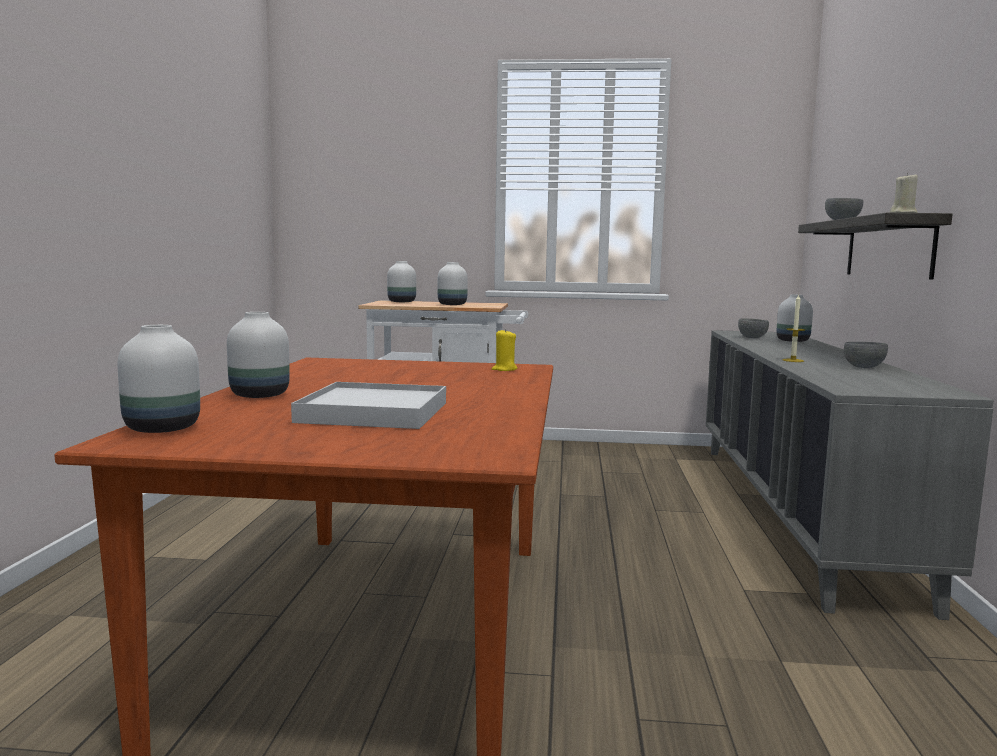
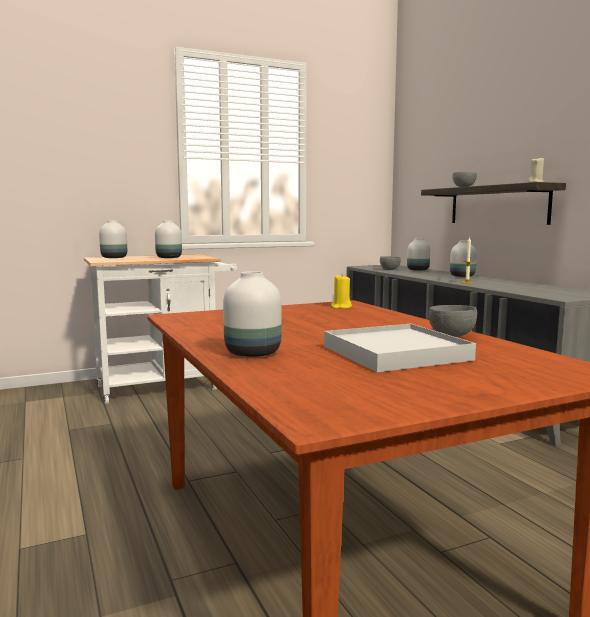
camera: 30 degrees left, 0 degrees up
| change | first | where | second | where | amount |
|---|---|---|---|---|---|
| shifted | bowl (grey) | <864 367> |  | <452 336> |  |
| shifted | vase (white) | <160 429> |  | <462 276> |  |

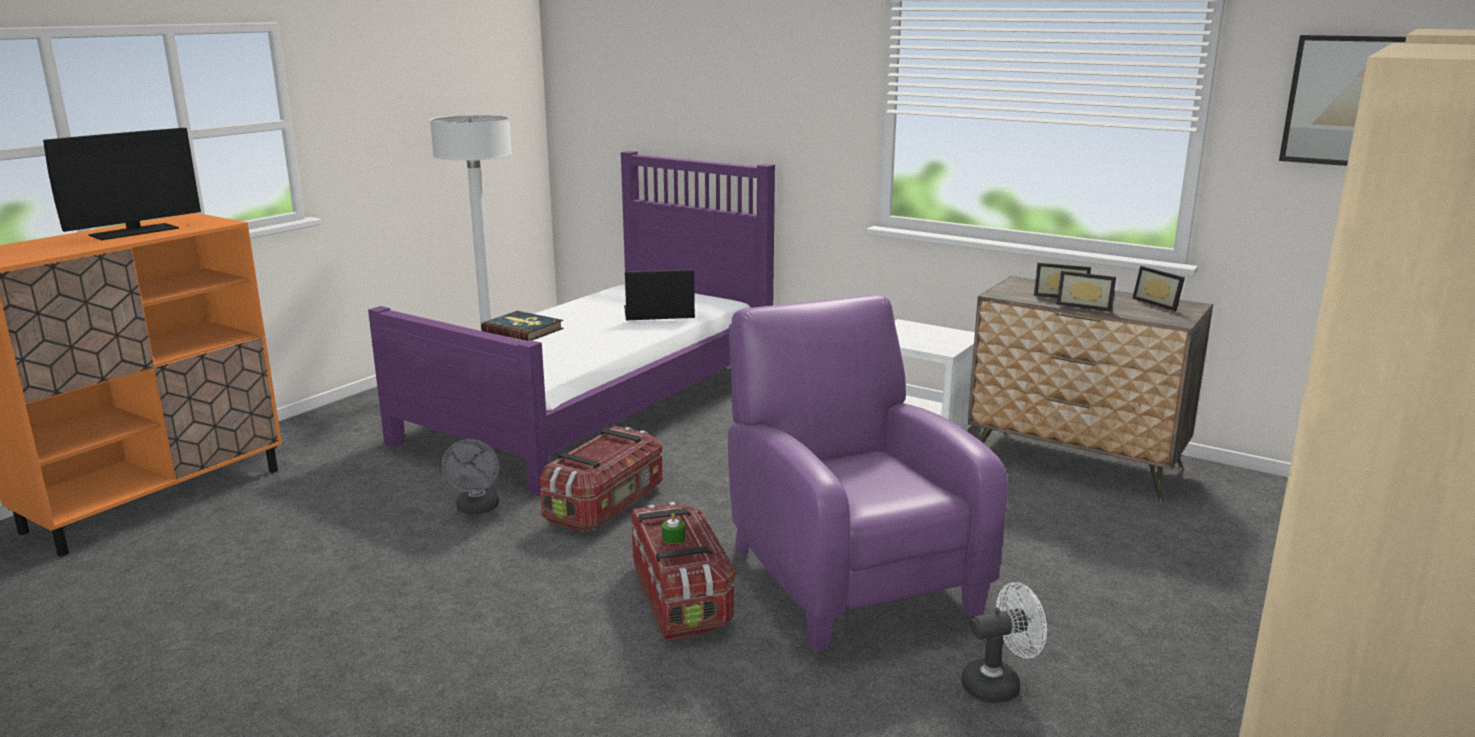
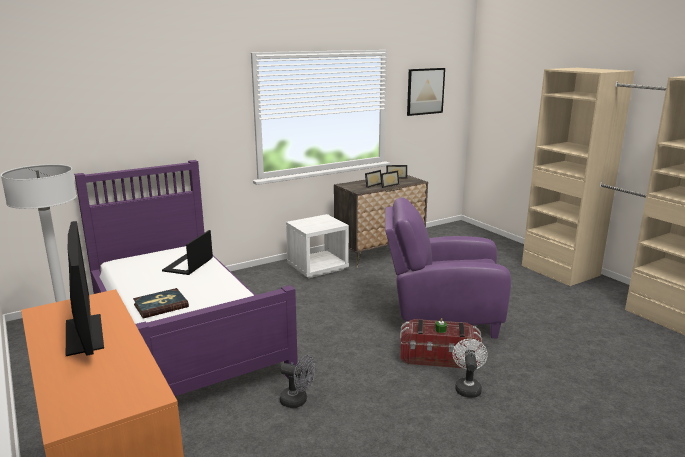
camera: 65 degrees left, 0 degrees up
| change | first | where | second | where | amount |
|---|---|---|---|---|---|
| shifted | fan (white) | <999 685> |  | <467 387> |  |
| gone | storage box | <607 505> |  |  |  |

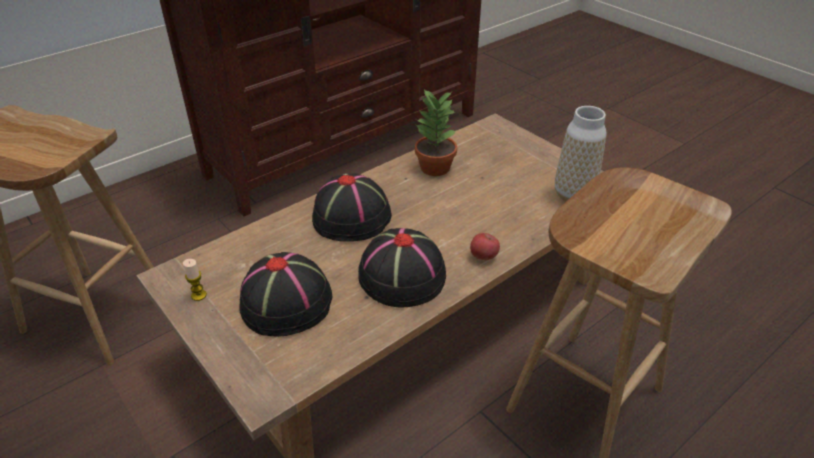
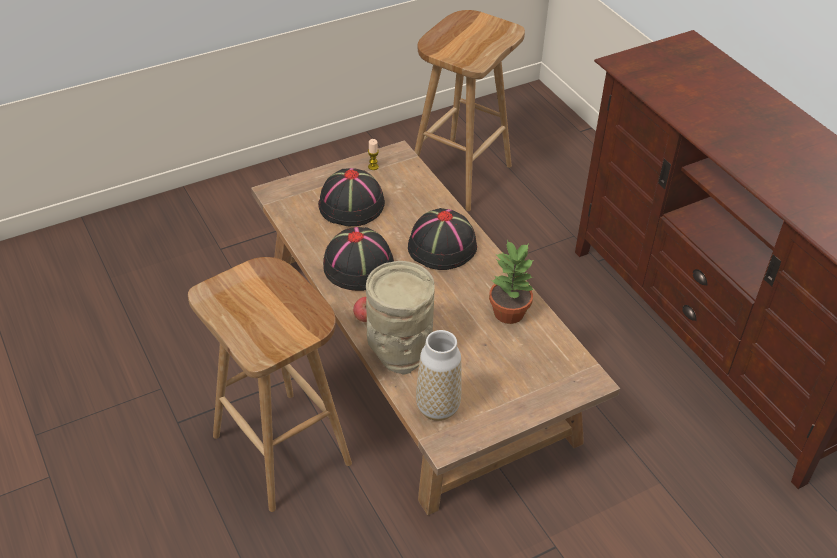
camera: 100 degrees right, 5 degrees up
| change | first | where | second | where | amount |
|---|---|---|---|---|---|
| new |  |  | vase (beige) | <399 349> |  |

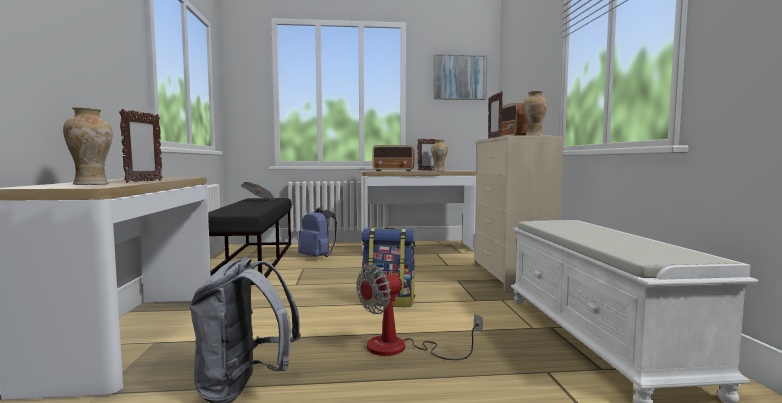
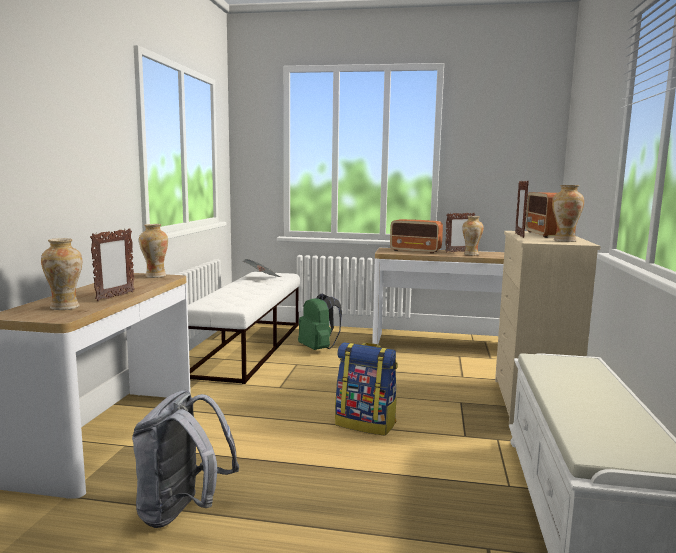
camera: 15 degrees right, 5 degrees up
| change | first | where | second | where | amount |
|---|---|---|---|---|---|
| new |  |  | vase | <155 276> |  |
| repainted | bench (black) | <252 261> | bench (white) | <249 347> |  |
| repainted | backpack (blue) | <317 257> | backpack (green) | <318 349> |  |
| gone | fan | <400 348> |  |  |  |
| gone | picture | <459 77> |  |  |  |

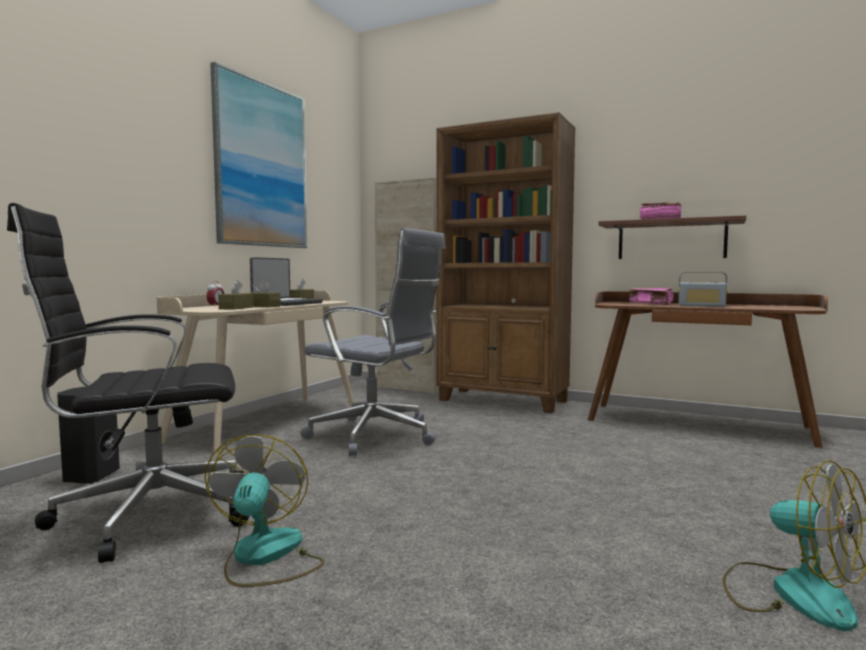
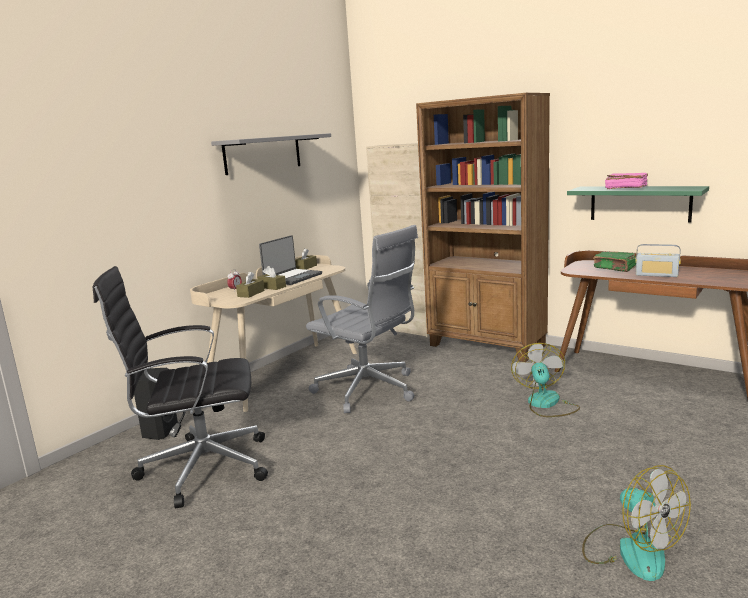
camera: 10 degrees right, 10 degrees up
| change | first | where | second | where | amount |
|---|---|---|---|---|---|
| swapped | picture | <261 165> | shelf (grey) | <263 154> |  |
| shifted | fan | <265 557> |  | <546 404> |  |
| repainted | shelf (brown) | <671 240> | shelf (green) | <639 203> |  |
| repainted | book (pink) | <651 303> | book (green) | <615 268> |  |

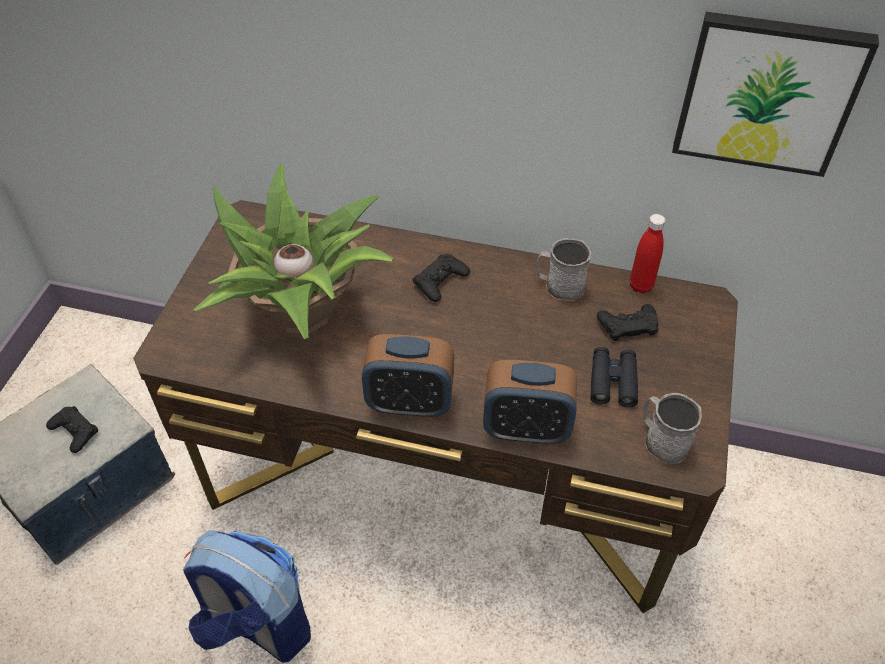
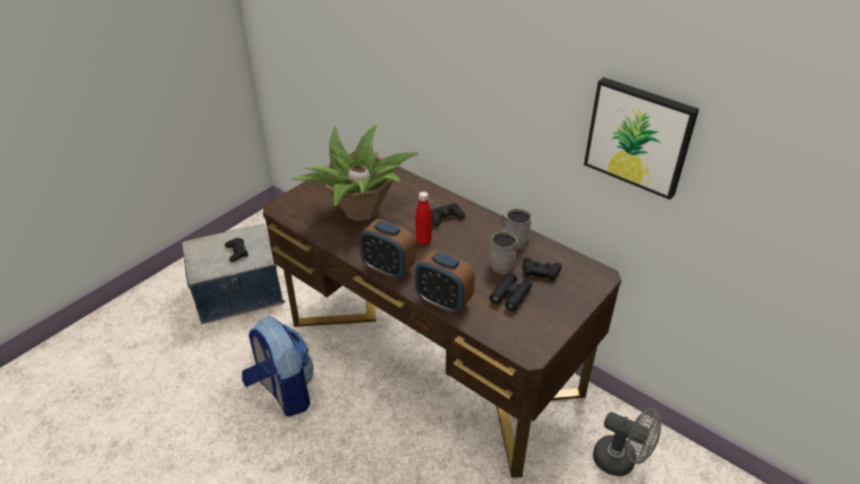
camera: 25 degrees right, 10 degrees down
| change | first | where | second | where | amount |
|---|---|---|---|---|---|
| shifted | bottle (red) | <640 286> |  | <423 241> |  |
| shifted | mug (grey) | <661 440> |  | <500 262> |  |
| new |  |  | fan (grey) | <621 461> |  |

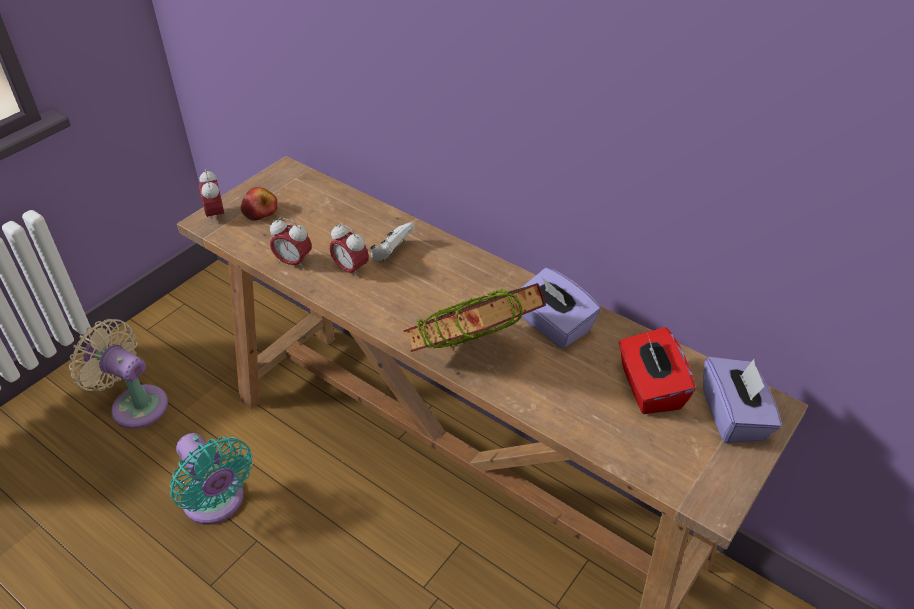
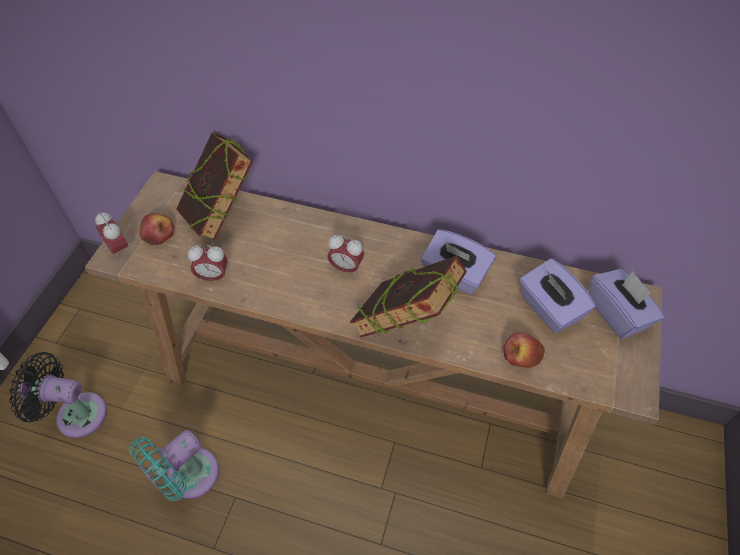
camera: 20 degrees left, 10 degrees up
| change | first | where | second | where | amount |
|---|---|---|---|---|---|
| repainted | fan (beige) | <135 404> | fan (black) | <76 414> |  |
| rotated | fan (turquoise) | <217 503> |  | <188 477> | 105 degrees clockwise |
| new |  |  | book | <221 215> |  |
| shifted | alarm clock | <350 270> |  | <346 268> |  |
| new |  |  | apple | <521 355> |  |
| repainted | tissue box (red) | <649 388> | tissue box (purple) | <549 309> |  |
| gone | game controller (white) | <392 253> |  |  |  |

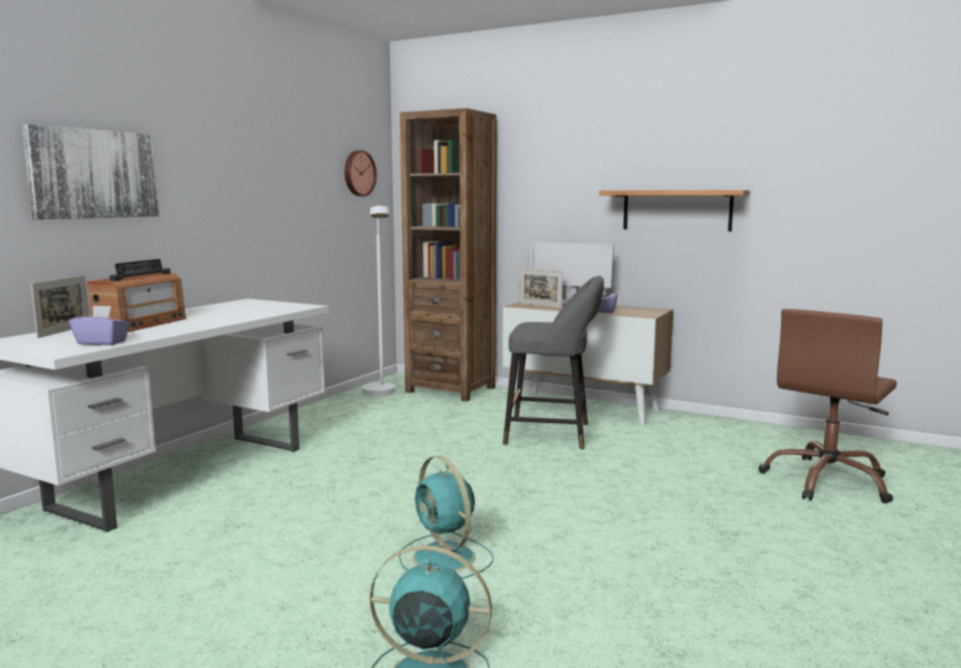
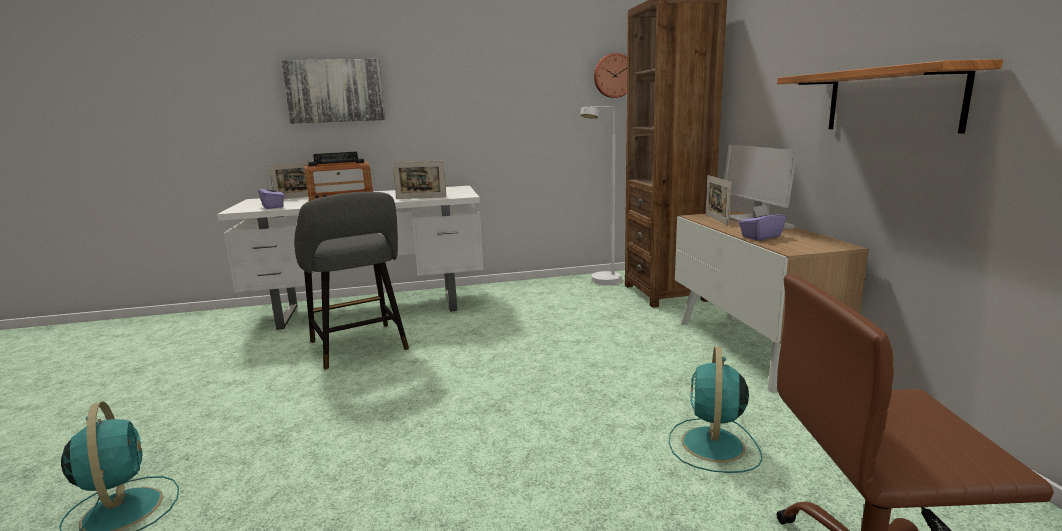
camera: 50 degrees right, 5 degrees up
| change | first | where | second | where | amount |
|---|---|---|---|---|---|
| shifted | stool (grey) | <553 434> |  | <360 348> |  |
| new |  |  | picture frame | <421 198> |  |
| shifted | fan (turquoise) | <445 558> |  | <713 446> |  |

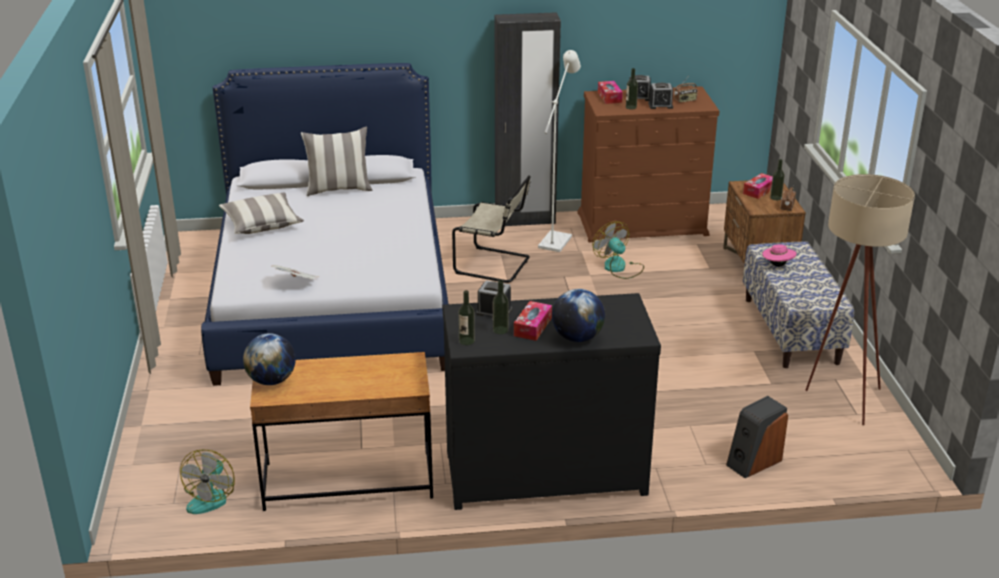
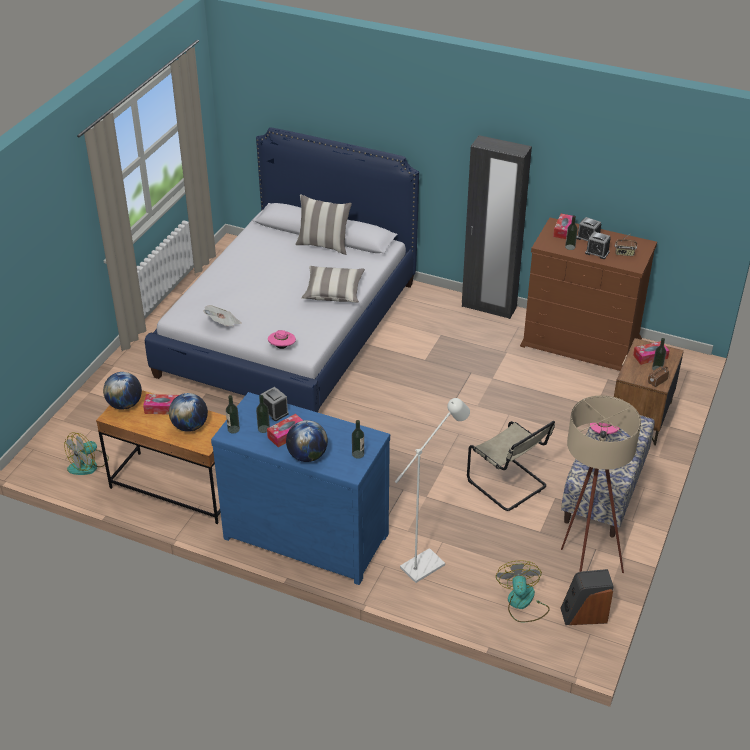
camera: 30 degrees right, 10 degrees up
| change | first | where | second | where | amount |
|---|---|---|---|---|---|
| new |  |  | tissue box | <162 408> |  |
| new |  |  | globe | <190 426> |  |
| repainted | dresser (black) | <543 470> | dresser (blue) | <307 534> |  |
| new |  |  | hat (pink) | <282 347> |  |
| shifted | pillow | <262 224> |  | <333 292> |  |
| new |  |  | bottle | <358 454> |  |
| shifted | floor lamp (white) | <557 239> |  | <428 562> |  |
| shifted | chair (beige) | <495 265> |  | <509 485> |  |
| shifted | fan | <619 268> |  | <522 603> |  |
| shifted | speaker | <753 462> |  | <584 614> |  |

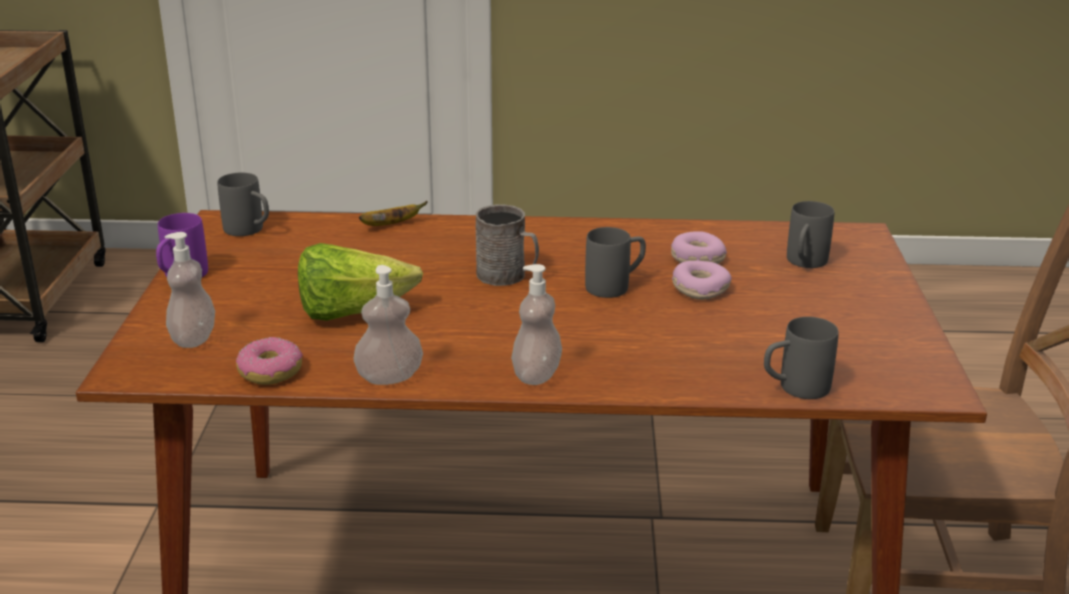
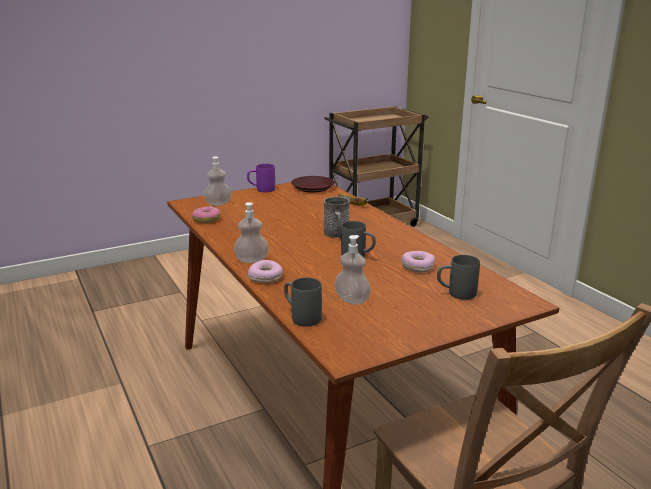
camera: 60 degrees right, 5 degrees down
| change | first | where | second | where | amount |
|---|---|---|---|---|---|
| shifted | donut | <700 288> |  | <266 277> |  |
| swapped | mug (grey) | <250 231> | plate (brown) | <313 187> |  |
| shifted | soap dispenser | <389 377> |  | <352 300> |  |
| gone | lettuce | <351 312> |  |  |  |

